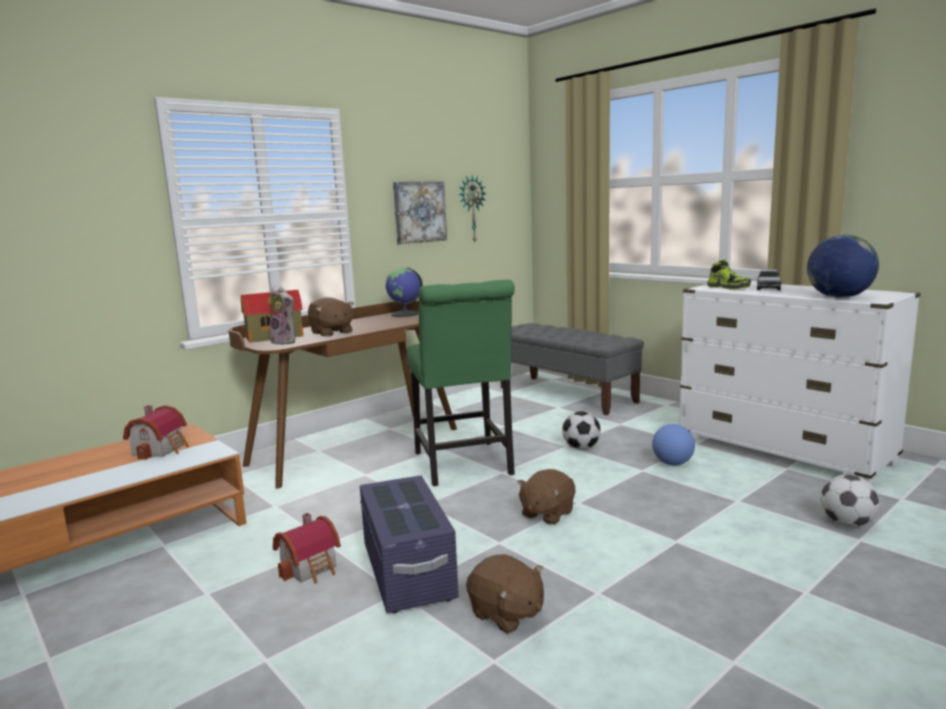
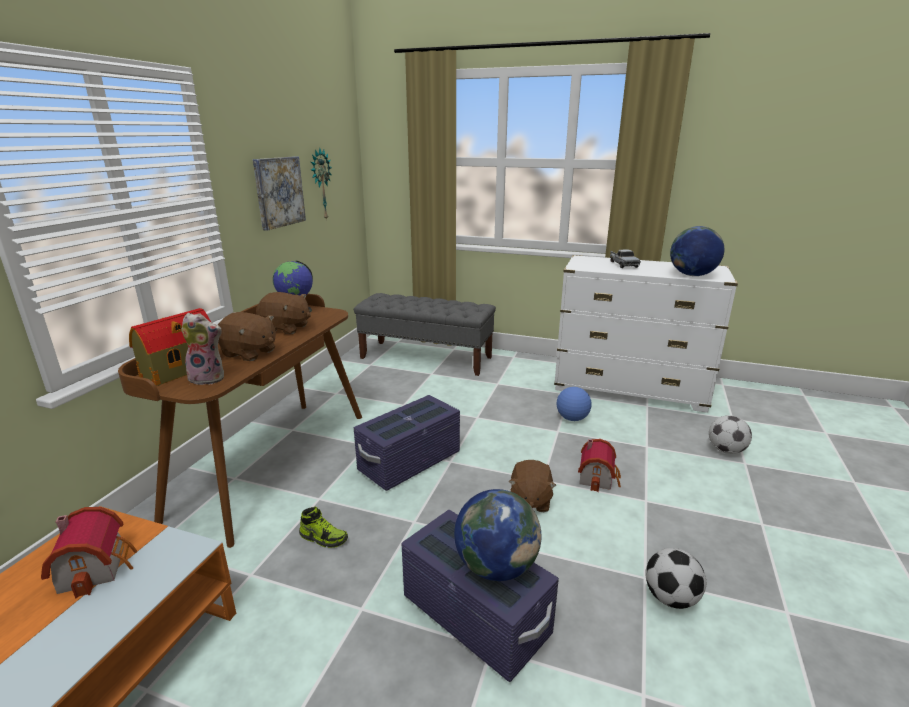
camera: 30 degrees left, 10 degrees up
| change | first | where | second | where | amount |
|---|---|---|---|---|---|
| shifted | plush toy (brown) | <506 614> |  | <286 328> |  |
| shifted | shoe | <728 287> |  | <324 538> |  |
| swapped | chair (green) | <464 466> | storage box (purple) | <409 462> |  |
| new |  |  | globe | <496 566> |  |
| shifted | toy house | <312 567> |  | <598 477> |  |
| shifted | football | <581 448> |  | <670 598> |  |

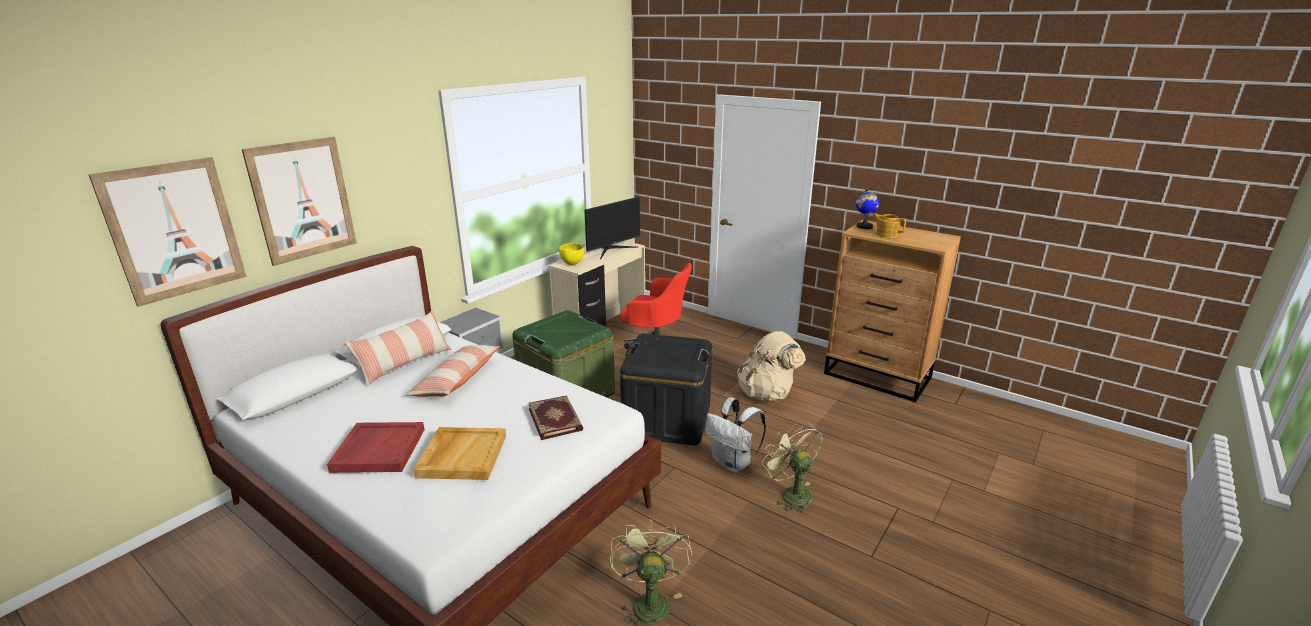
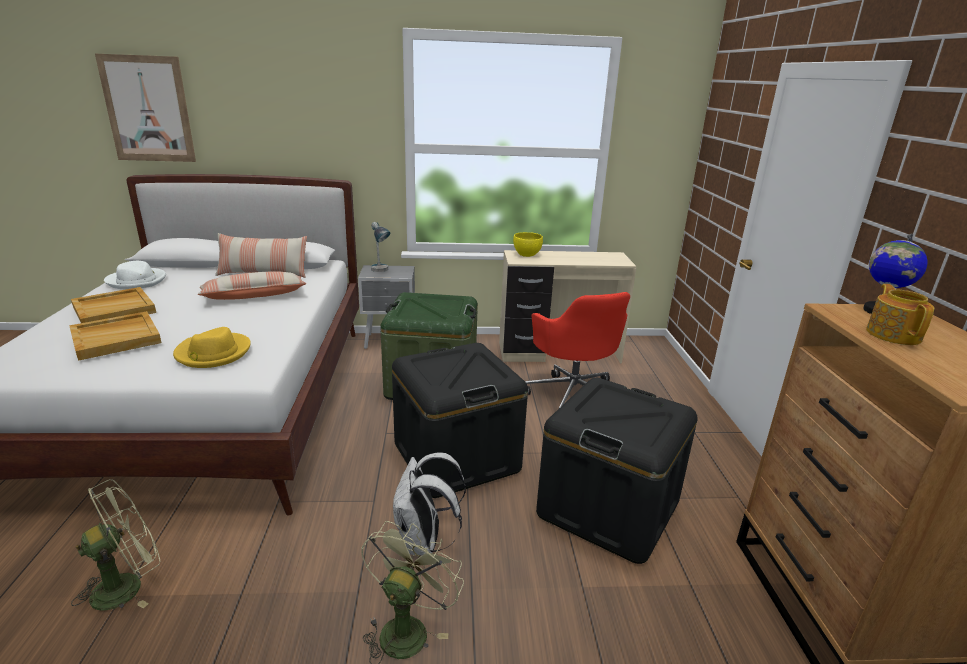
camera: 50 degrees right, 0 degrees up
| change | first | where | second | where | amount |
|---|---|---|---|---|---|
| repainted | tray (red) | <378 449> | tray (beige) | <115 309> |  |
| new |  |  | hat (white) | <137 281> |  |
| swapped | book | <556 419> | hat (yellow) | <213 353> |  |
| new |  |  | table lamp | <381 271> |  |
| swapped | backpack (beige) | <767 393> | storage box (black) | <608 508> |  |
| gone | picture | <303 200> |  |  |  |
| gone | monitor | <612 250> |  |  |  |

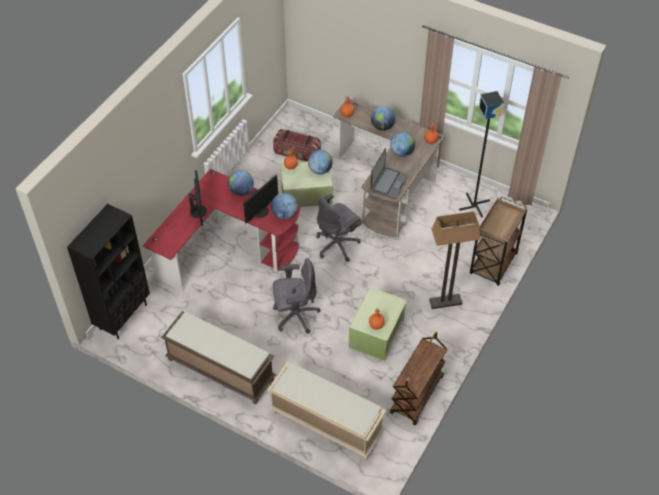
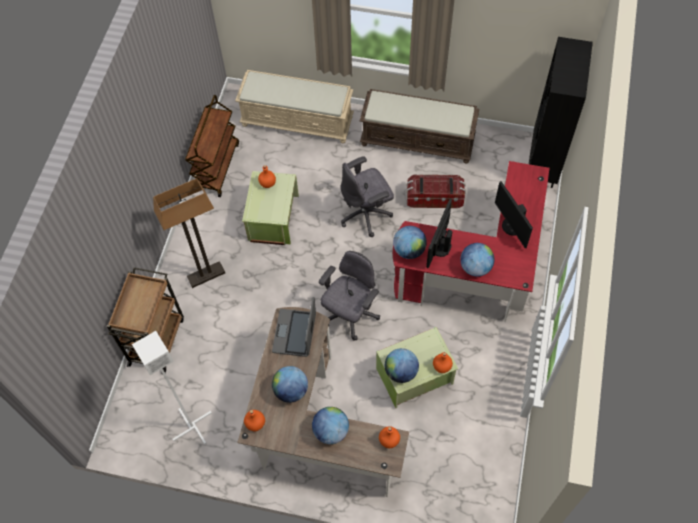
camera: 165 degrees right, 10 degrees up
| change | first | where | second | where | amount |
|---|---|---|---|---|---|
| repainted | floor lamp (black) | <474 205> | floor lamp (white) | <191 426> |  |
| shifted | storage box | <296 153> |  | <434 198> |  |

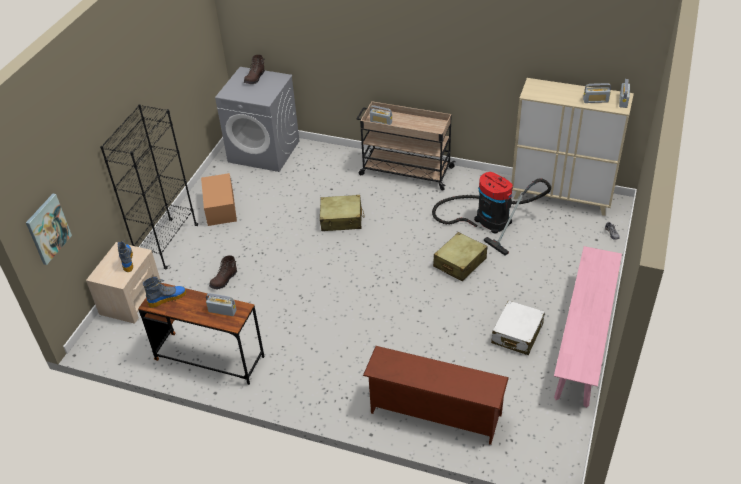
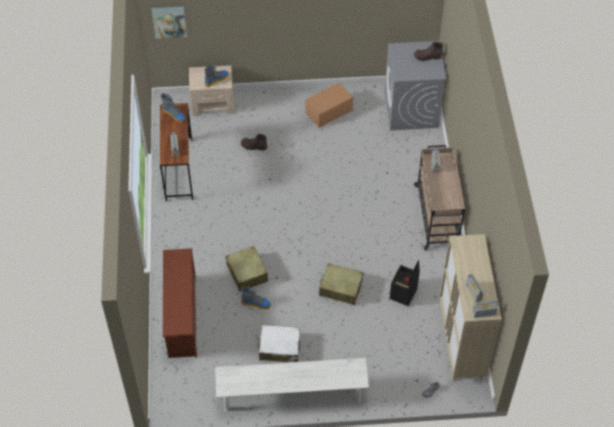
camera: 65 degrees right, 10 degrees up
| change | first | where | second | where | amount |
|---|---|---|---|---|---|
| repainted | bench (pink) | <584 340> | bench (white) | <292 395> |  |
| shifted | suitcase (beige) | <341 219> |  | <247 273> |  |
| new |  |  | boot | <256 303> |  |
| swapped | vacuum cleaner | <489 219> | storage box (black) | <403 294> |  |
| gone | bookcase (black) | <168 244> |  |  |  |

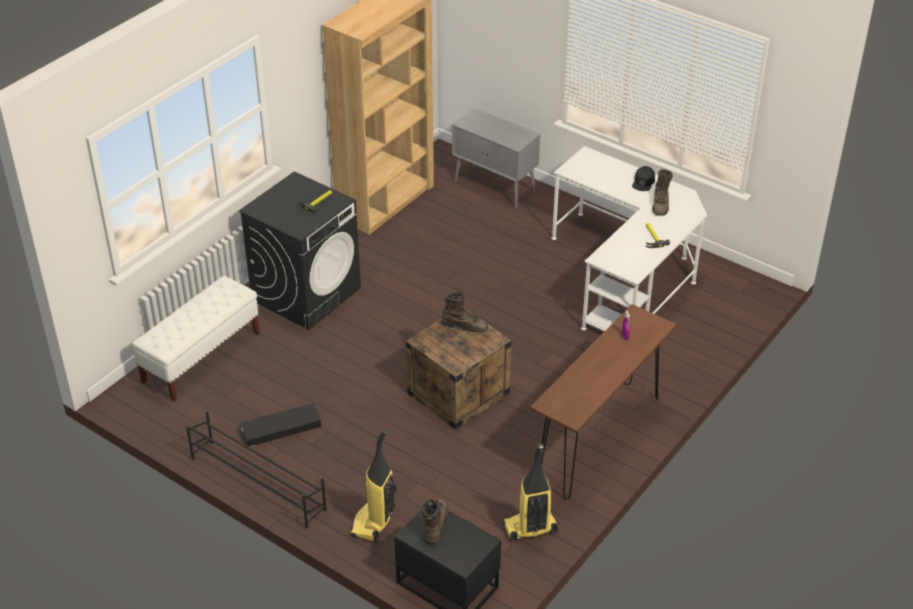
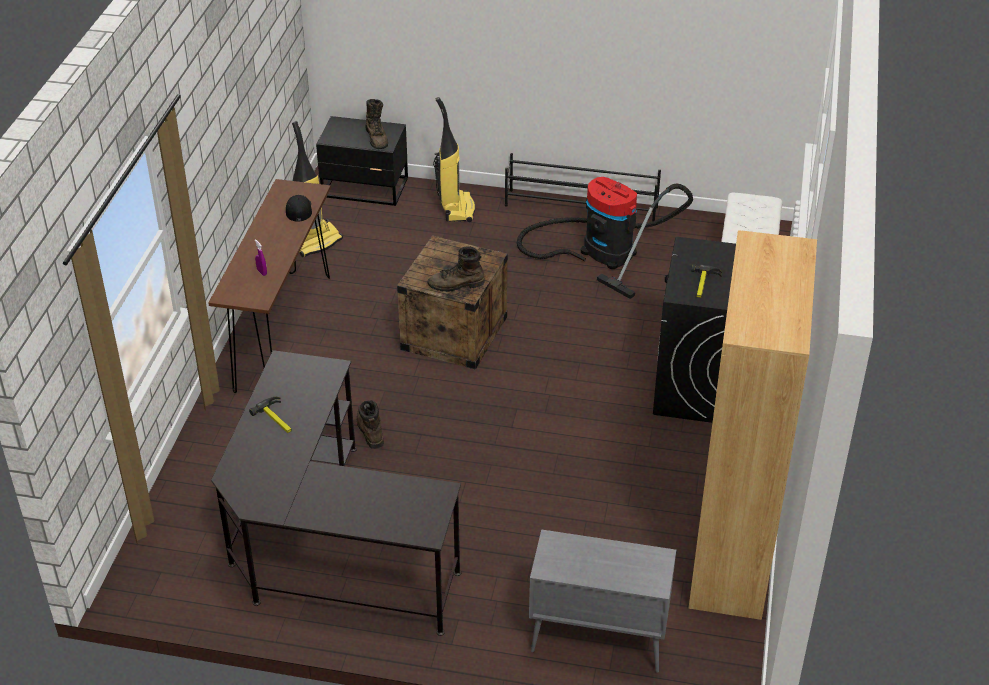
camera: 155 degrees right, 0 degrees up
| change | first | where | second | where | amount |
|---|---|---|---|---|---|
| repainted | desk (white) | <628 276> | desk (black) | <326 544> |  |
| shifted | cap (black) | <643 182> |  | <298 210> |  |
| shifted | boot (brown) | <660 205> |  | <369 430> |  |
| swapped | storage box (black) | <281 428> | vacuum cleaner | <602 251> |  |

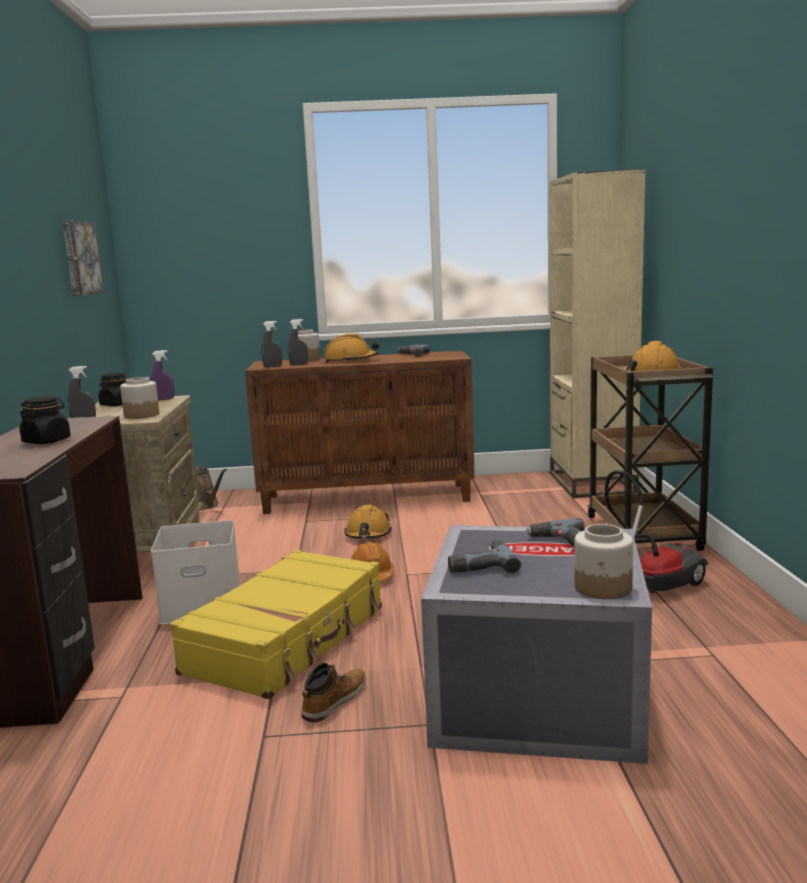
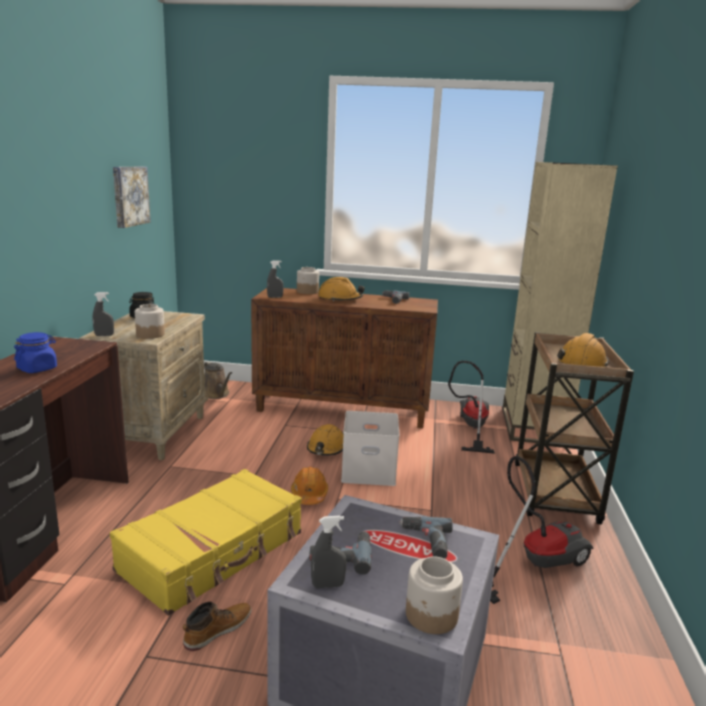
camera: 10 degrees right, 5 degrees up
| change | first | where | second | where | amount |
|---|---|---|---|---|---|
| repainted | jar (black) | <47 441> | jar (blue) | <37 369> |  |
| shifted | spray bottle (grey) | <299 364> |  | <328 585> |  |
| shifted | storage box (white) | <204 603> |  | <370 470> |  |
| new |  |  | vacuum cleaner | <471 427> |  |
| gone | spray bottle (purple) | <164 399> |  |  |  |

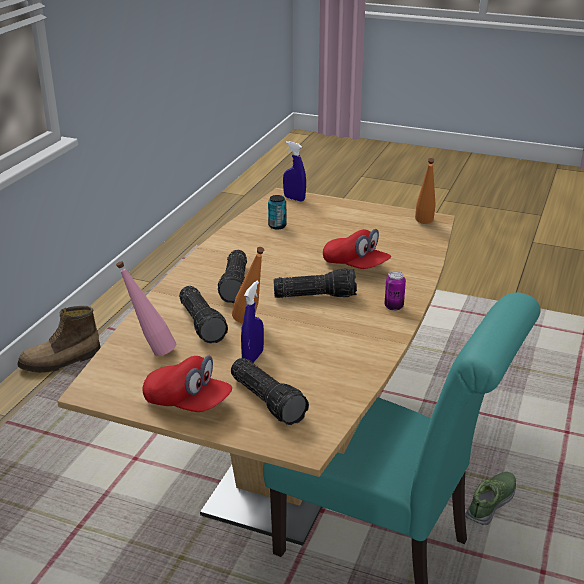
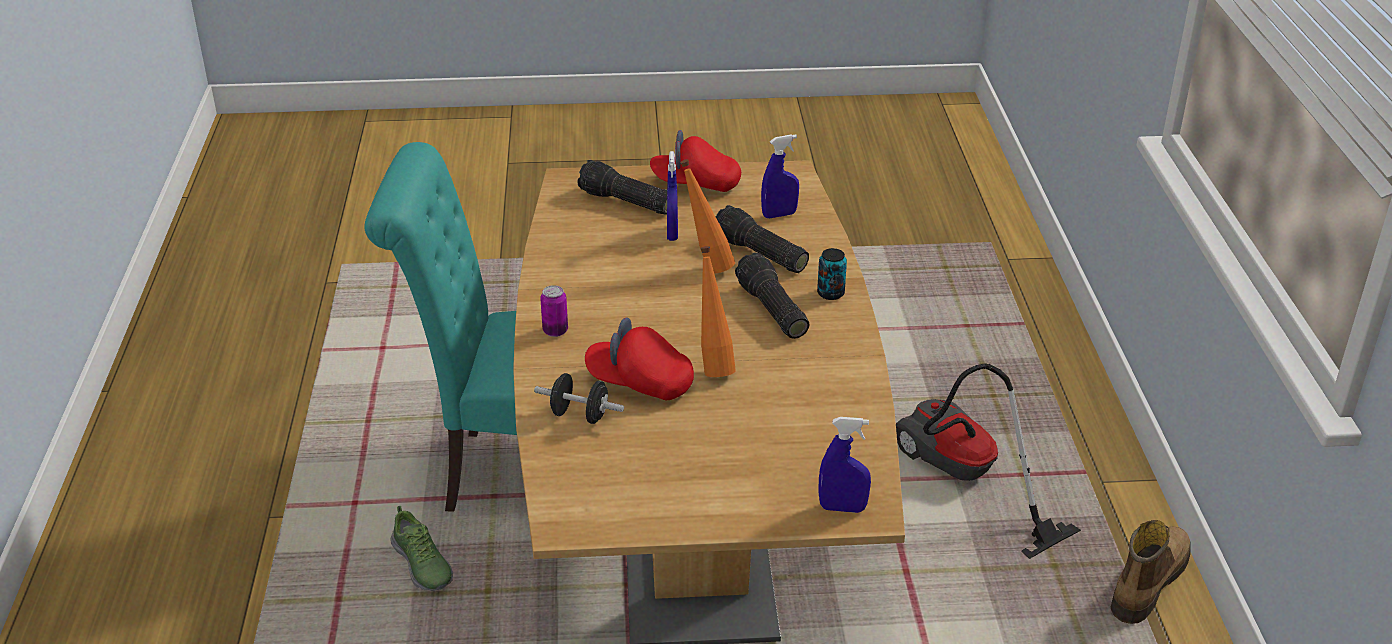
camera: 155 degrees right, 5 degrees up
| change | first | where | second | where | amount |
|---|---|---|---|---|---|
| rotated | shoe | <491 503> |  | <422 565> | 45 degrees counterclockwise |
| new |  |  | dumbbell (black) | <580 415> |  |
| shifted | bottle (orange) | <424 225> |  | <713 366> |  |
| swapped | bottle (pink) | <151 351> | spray bottle (blue) | <779 215> |  |
| shifted | can | <277 226> |  | <830 293> |  |
| new |  |  | vacuum cleaner | <961 480> |  |
| gone | flashlight | <315 295> |  |  |  |

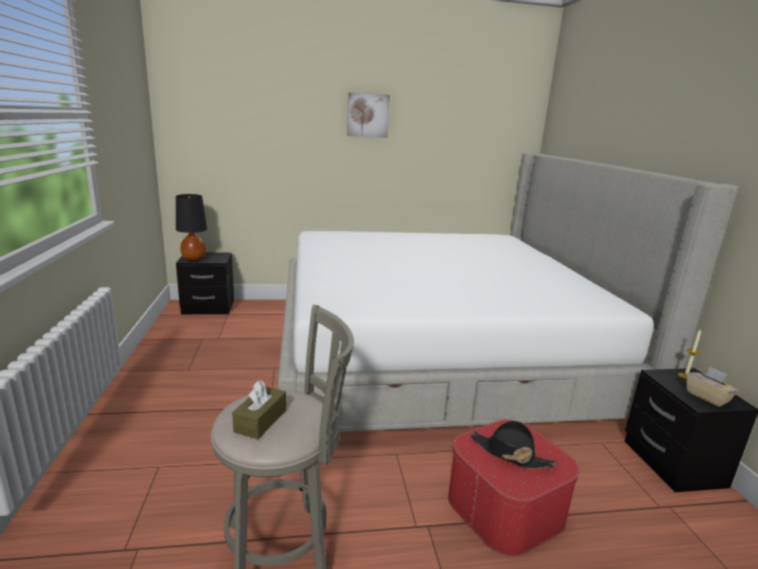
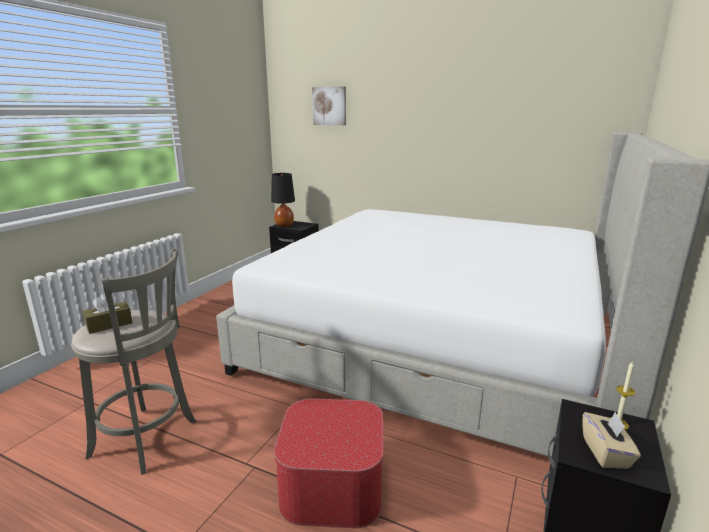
camera: 35 degrees right, 0 degrees up
| change | first | where | second | where | amount |
|---|---|---|---|---|---|
| shifted | picture | <368 115> |  | <329 106> |  |
| gone | hat (black) | <510 454> |  |  |  |

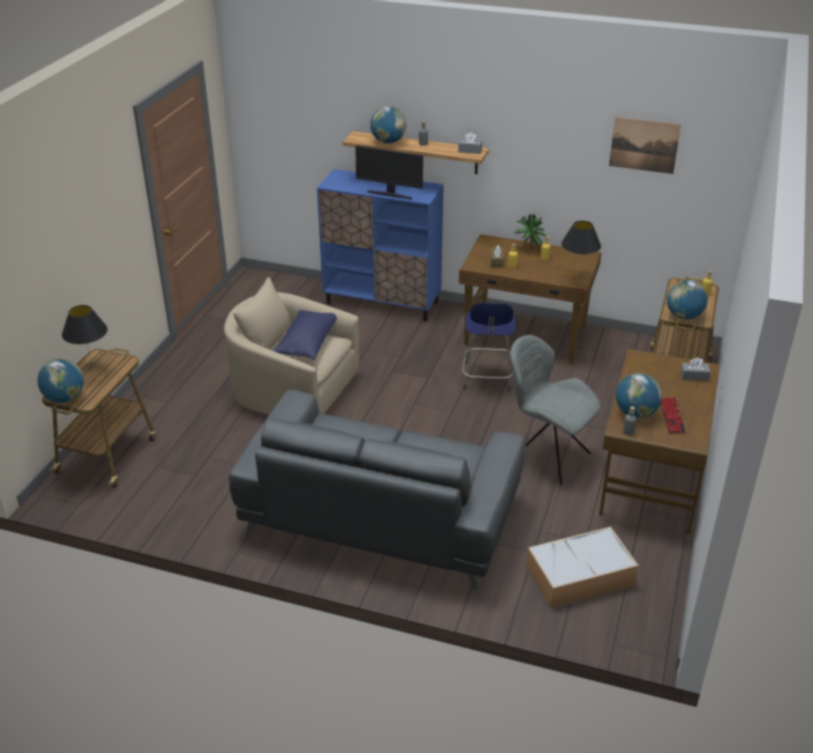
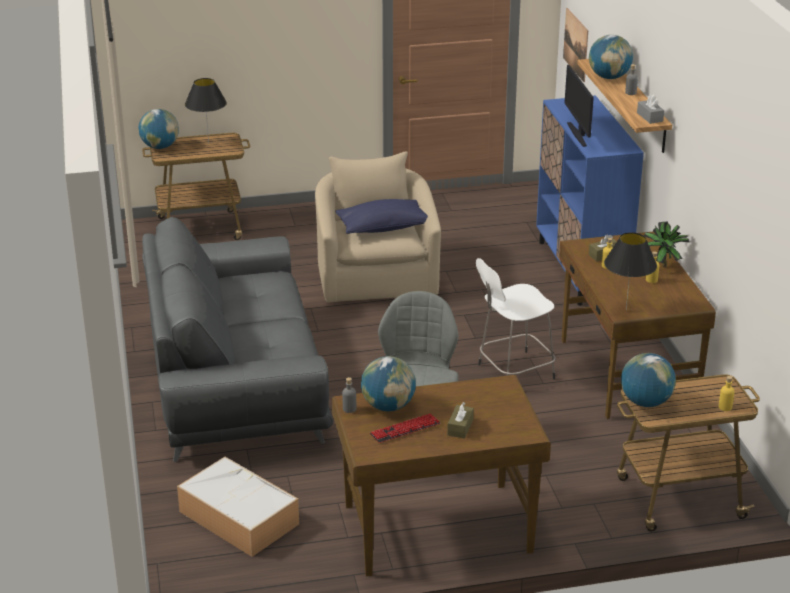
camera: 60 degrees right, 5 degrees down
| change | first | where | second | where | amount |
|---|---|---|---|---|---|
| new |  |  | tissue box (brown) | <460 427> |  |
| repainted | stool (blue) | <487 378> | stool (white) | <513 372> |  |
| shifted | picture | <644 145> |  | <576 44> |  |
| gone | tissue box (grey) | <694 376> |  |  |  |

